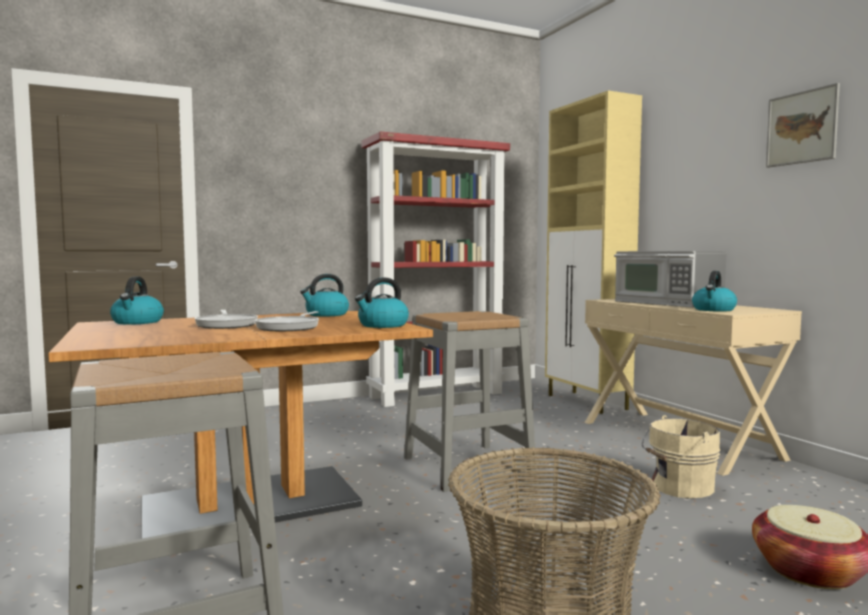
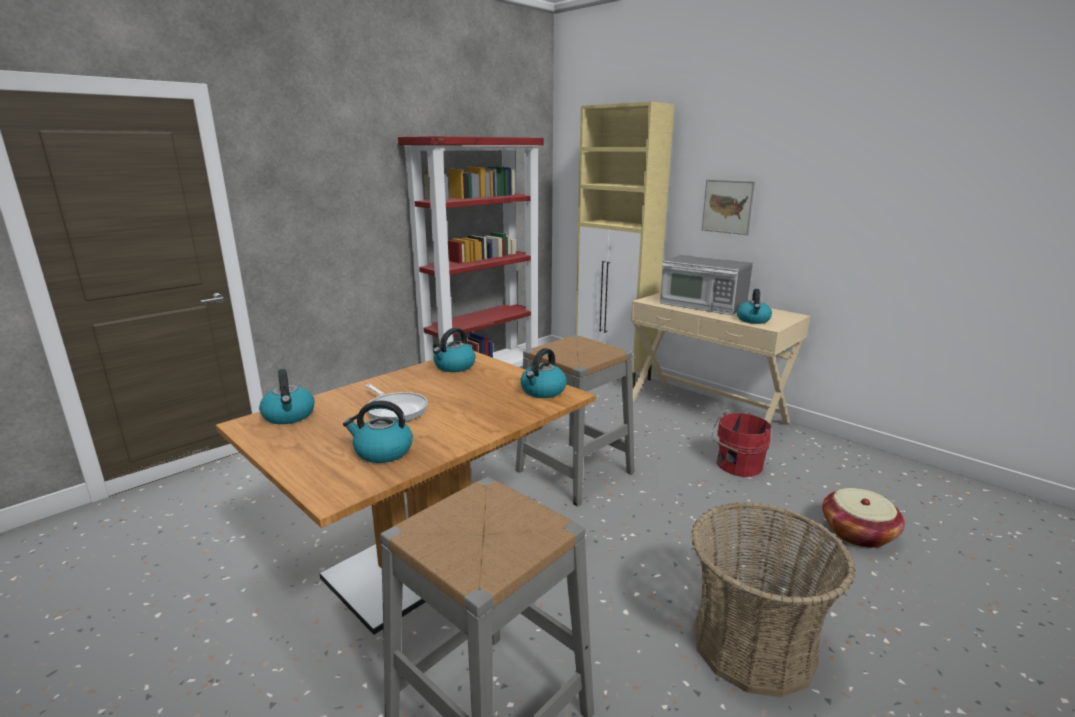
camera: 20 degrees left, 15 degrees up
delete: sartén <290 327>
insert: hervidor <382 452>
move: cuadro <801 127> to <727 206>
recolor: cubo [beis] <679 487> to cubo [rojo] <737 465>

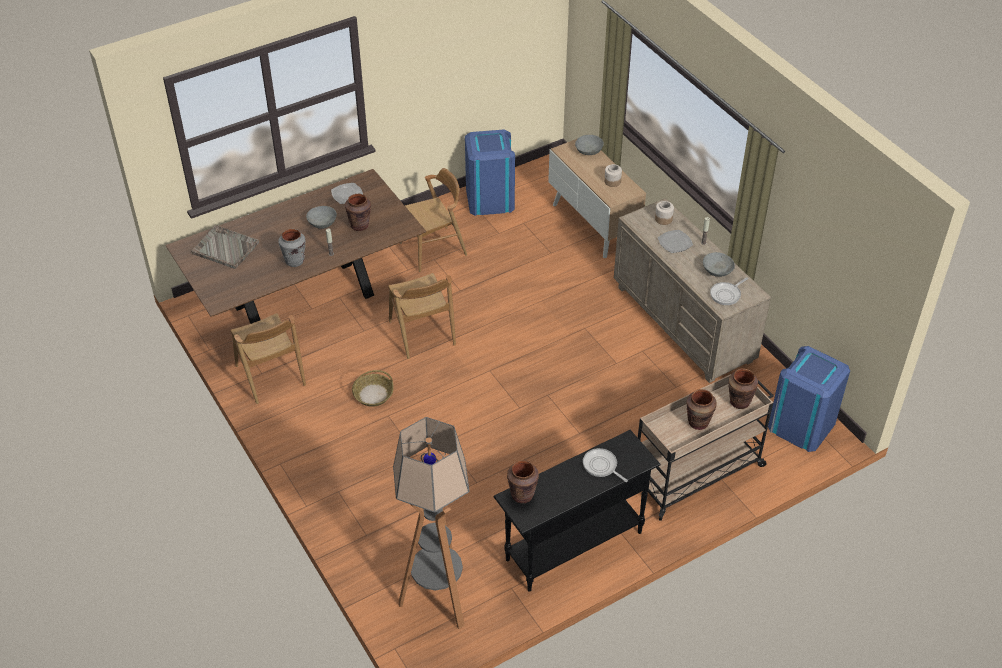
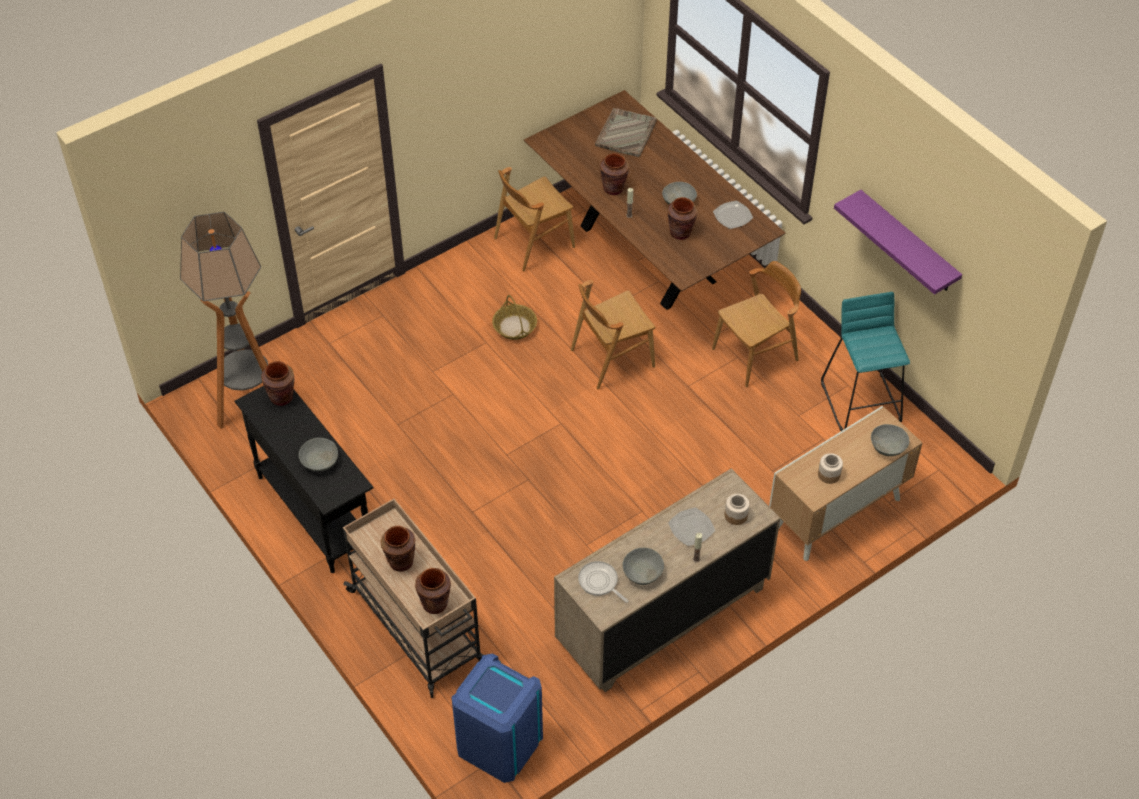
camera: 85 degrees right, 5 degrees up
insert: estante [morado] <908 243>
replace: papelera [azul] <489 199> to taburete [turquesa] <861 401>; sartén <601 466> to cuenco [gris] <319 462>
recolor: florero [gris] <295 261> to florero [marrón] <613 188>
rotate: silla [marrón] <433 249> = <755 355> 90 degrees counterclockwise

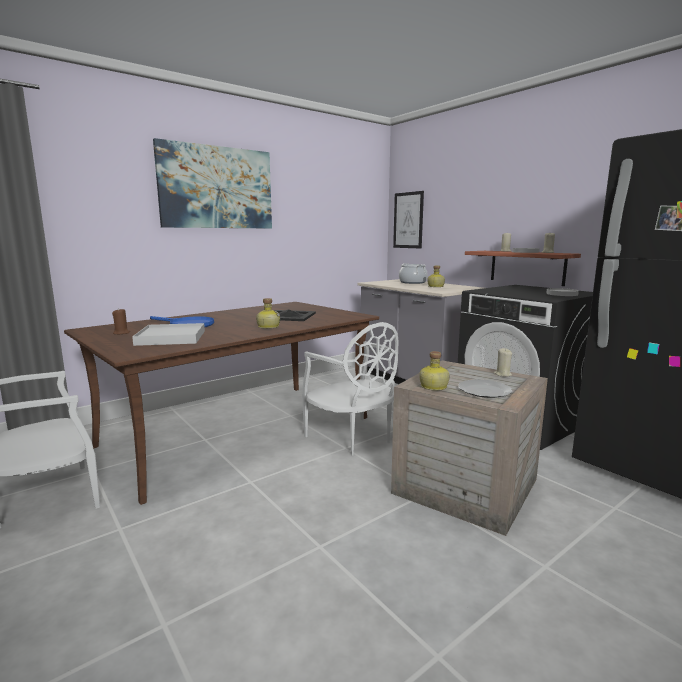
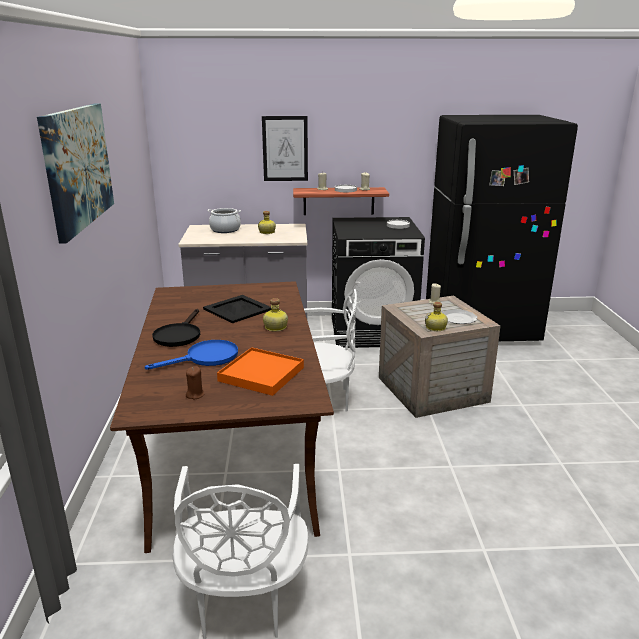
camera: 55 degrees left, 10 degrees up
insert: sartén [negro] <179 335>
move: cuadro <408 220> to <285 149>
recolor: bandeja [blanco] <171 338> to bandeja [naranja] <261 374>

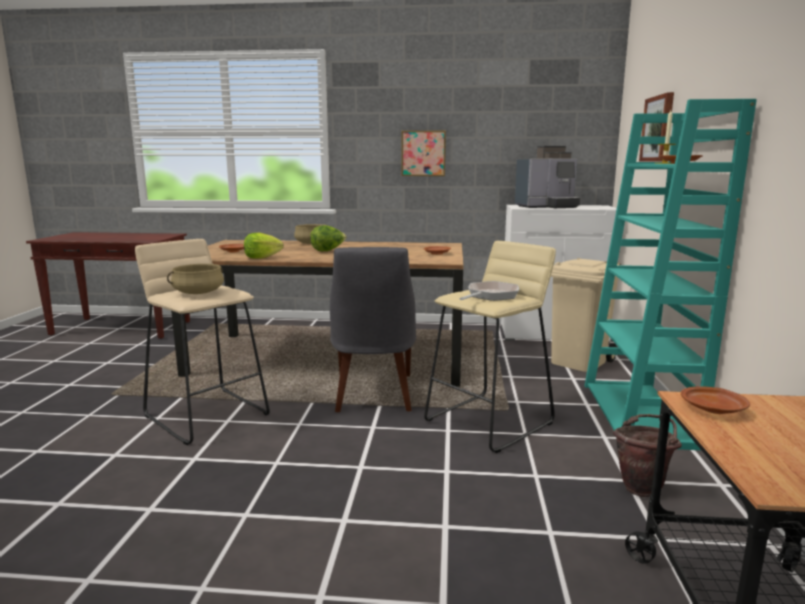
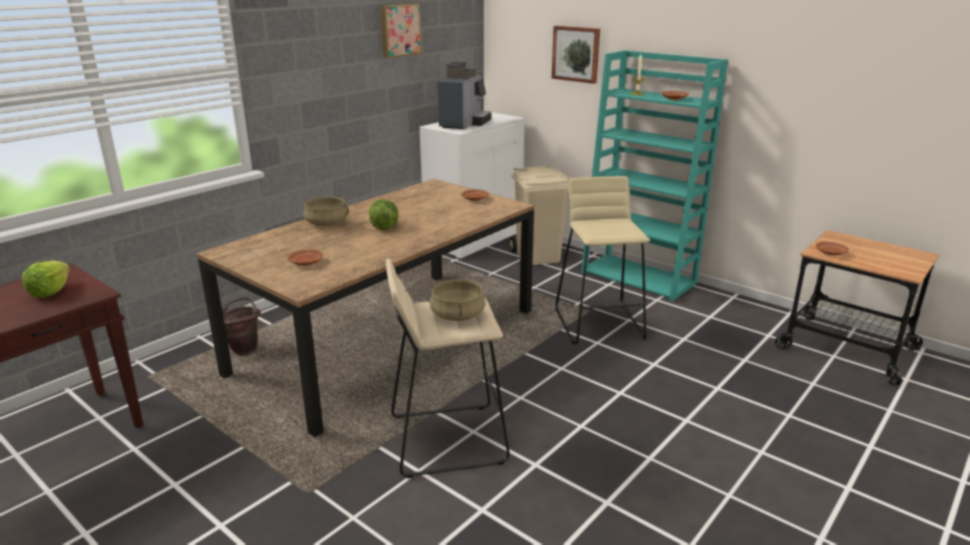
camera: 55 degrees left, 10 degrees up
delete: silla [gris] <373 395>; sartén <490 296>
move: lechuga <262 257> to <50 291>; cuadro <423 153> to <399 30>; cubo [marrón] <643 486> to <245 348>

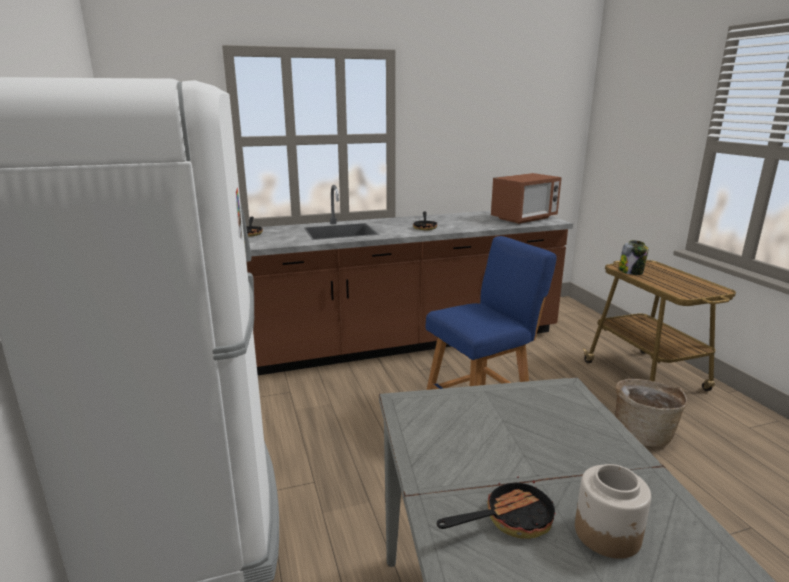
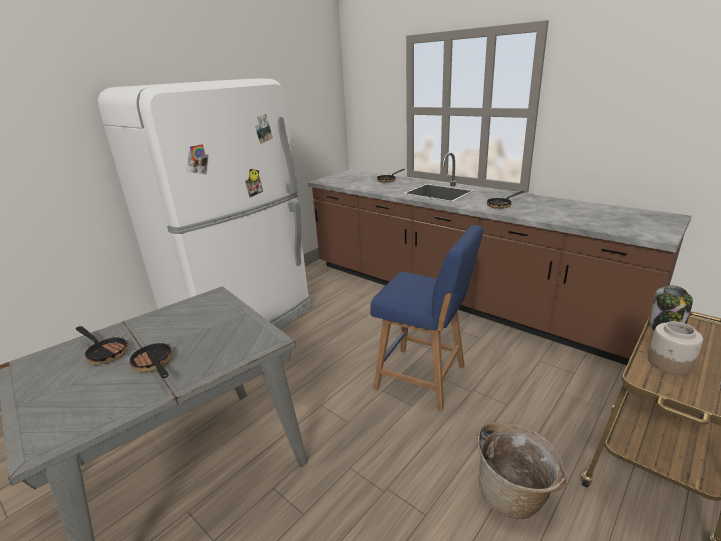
camera: 60 degrees right, 5 degrees up
delete: microondas <524 218>
insert: sartén <154 365>
move: tarro <608 534> to <669 363>

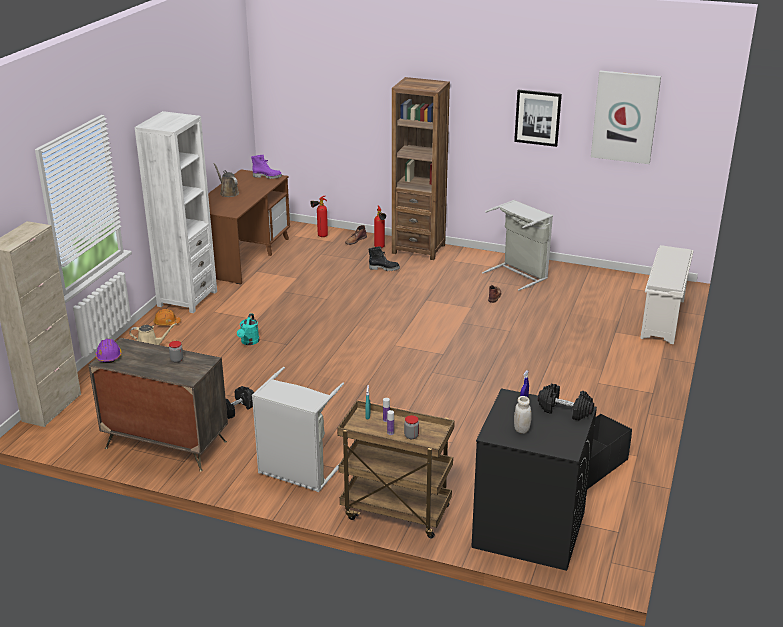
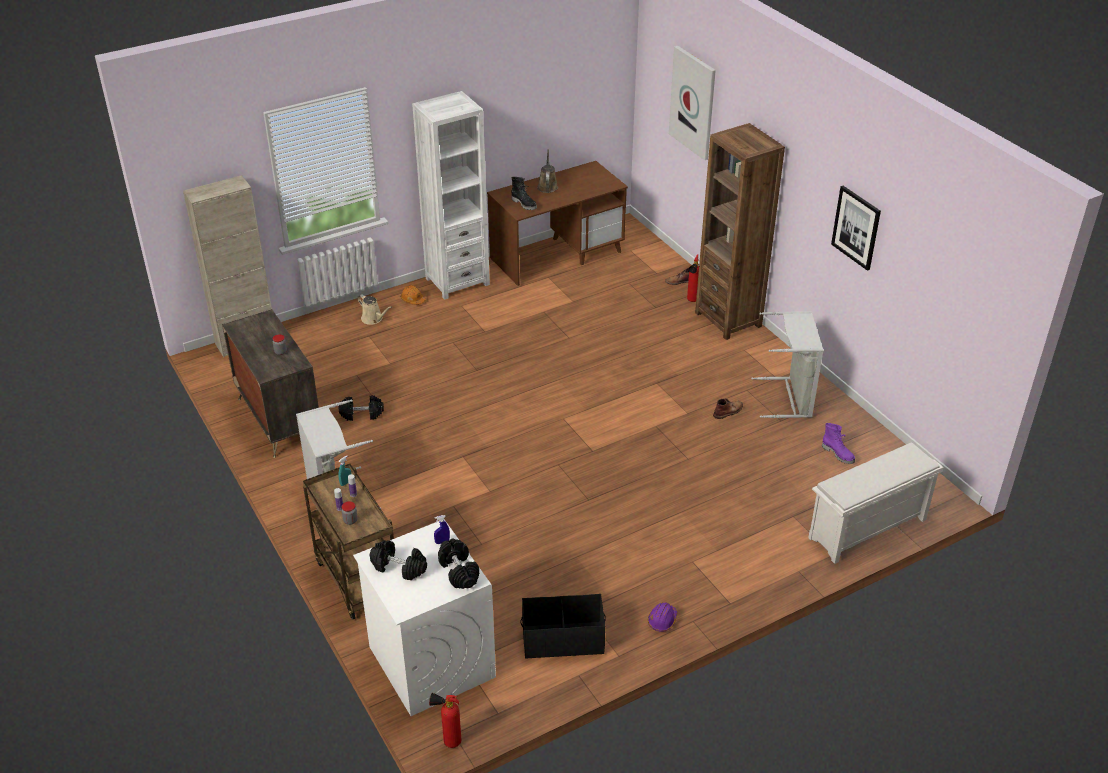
camera: 40 degrees right, 10 degrees up
delete: regadera [turquesa] <249 342>
move: casco [morado] <109 356> to <662 620>; bota [morado] <267 177> to <838 454>; extintor <320 236> to <448 741>; bota [negro] <384 268> to <524 204>; cuadro <625 117> to <693 102>
replace: tarro [blanco] <521 429> to mancuerna [negro] <399 567>
recolor: lavadora [negro] <528 529> to lavadora [blanco] <431 661>

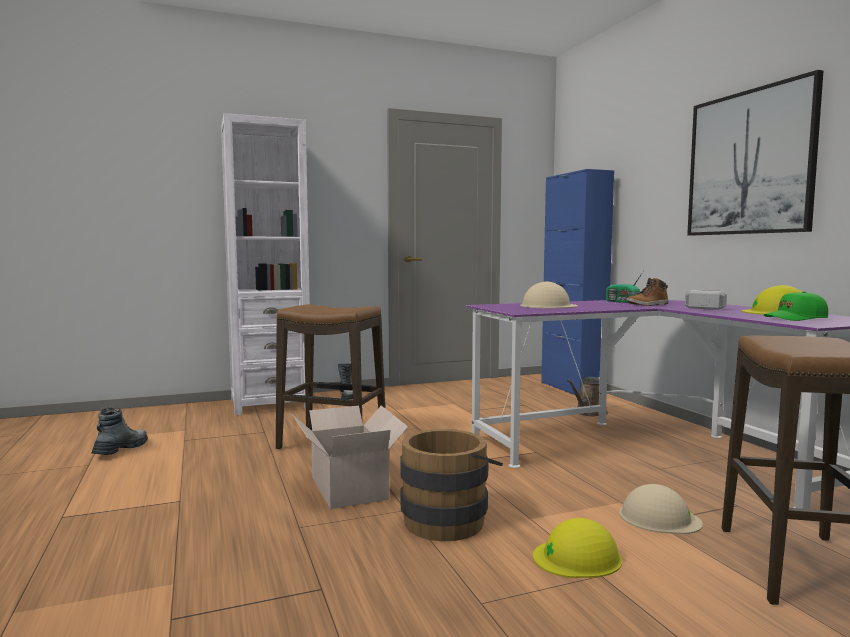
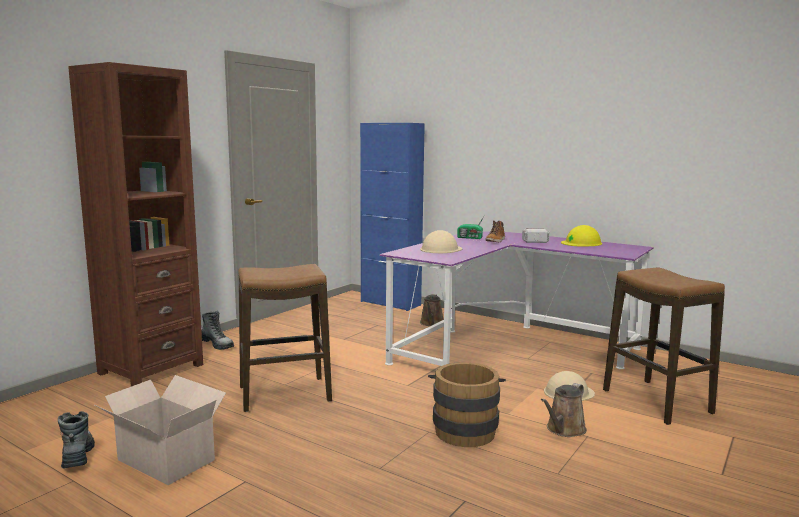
camera: 35 degrees left, 5 degrees up
delete: cuadro <749 163>; gorra [verde] <796 318>
move: caja de cartón <348 486> to <165 459>
replace: casco [amarillo] <577 557> to regadera [marrón] <564 430>
recolor: estantería [blanco] <270 404> to estantería [marrón] <151 369>

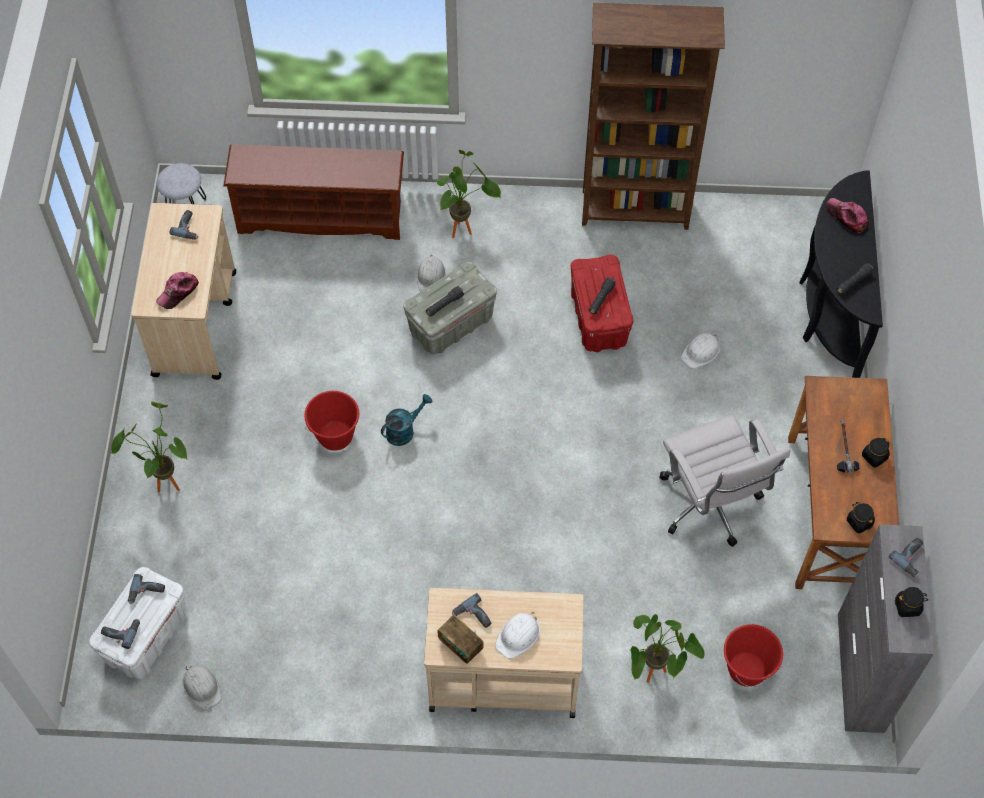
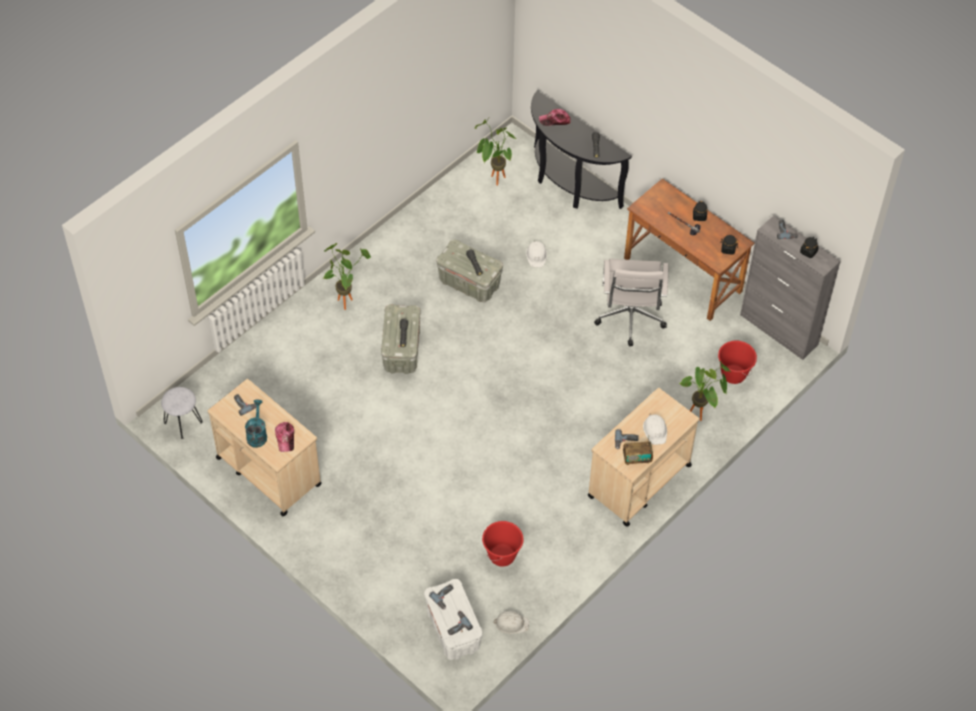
camera: 50 degrees left, 5 degrees down
delete: zapatero [marrón] <321 216>; casco [blanco] <431 276>; estantería [marrón] <636 211>
move: planta en maceta <164 482> to <494 180>; cubo [rojo] <335 436> to <502 555>; regadera [turquesa] <404 430> to <257 434>
recolor: caja de almacenaje [rojo] <598 318> to caja de almacenaje [gris] <469 283>
rotate: silla de oficina [blanco] <710 506> = <630 320> 75 degrees clockwise

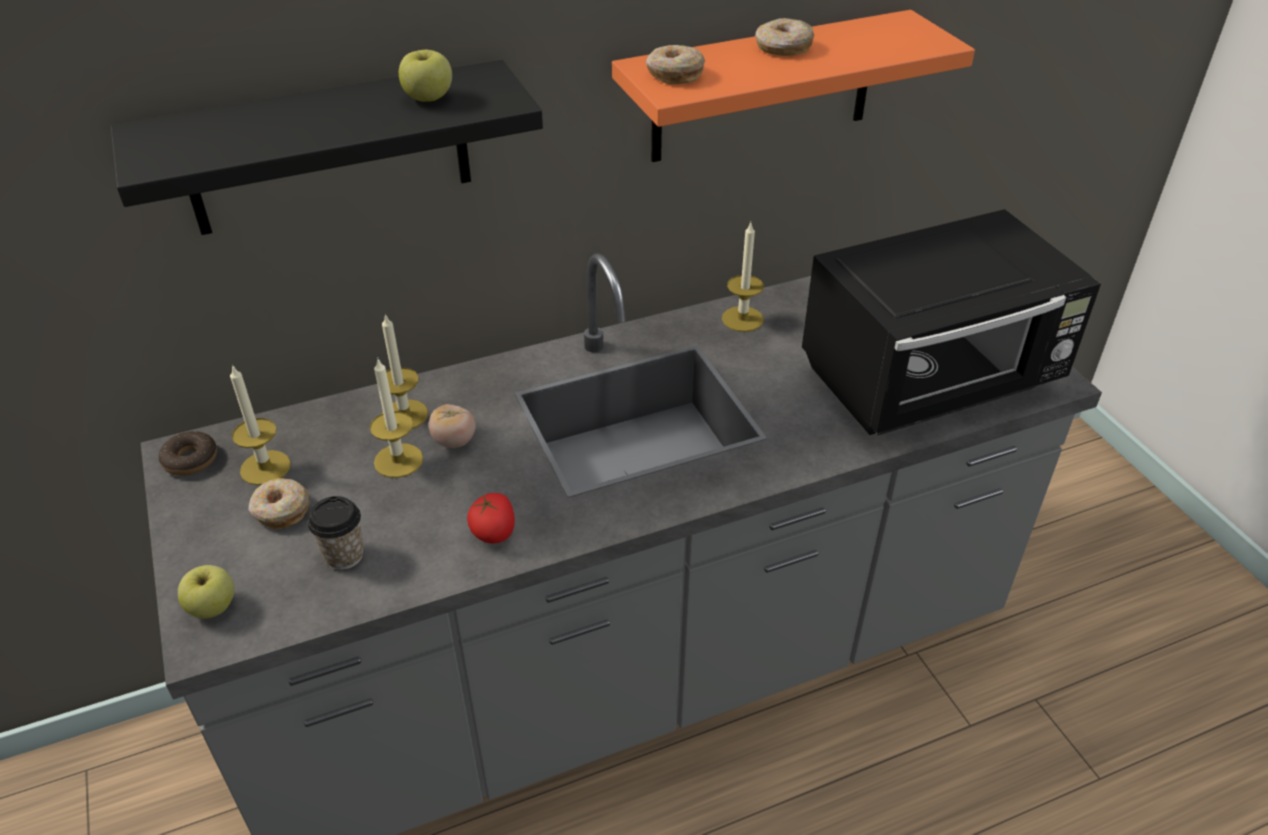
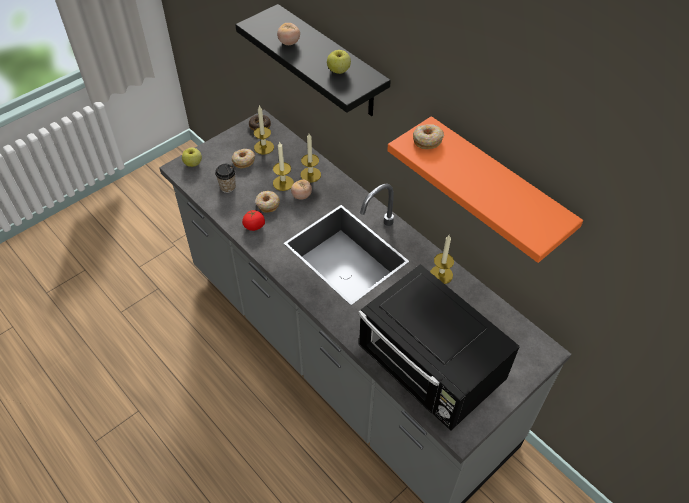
camera: 70 degrees right, 10 degrees up
insert: tomate <289 42>
move: rosquilla <783 48> to <267 204>

